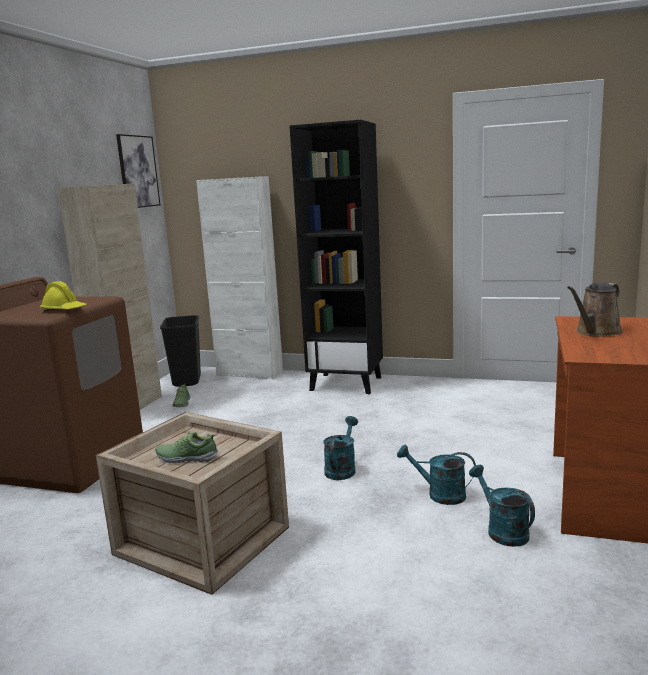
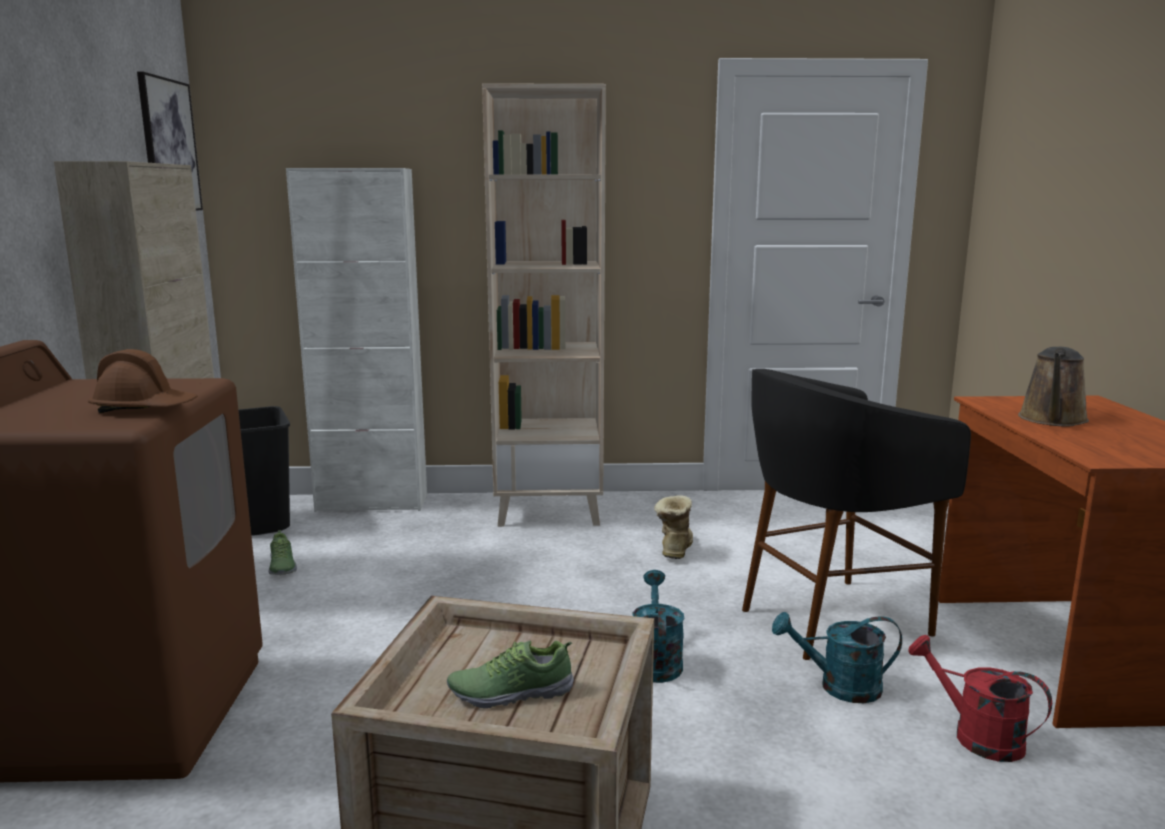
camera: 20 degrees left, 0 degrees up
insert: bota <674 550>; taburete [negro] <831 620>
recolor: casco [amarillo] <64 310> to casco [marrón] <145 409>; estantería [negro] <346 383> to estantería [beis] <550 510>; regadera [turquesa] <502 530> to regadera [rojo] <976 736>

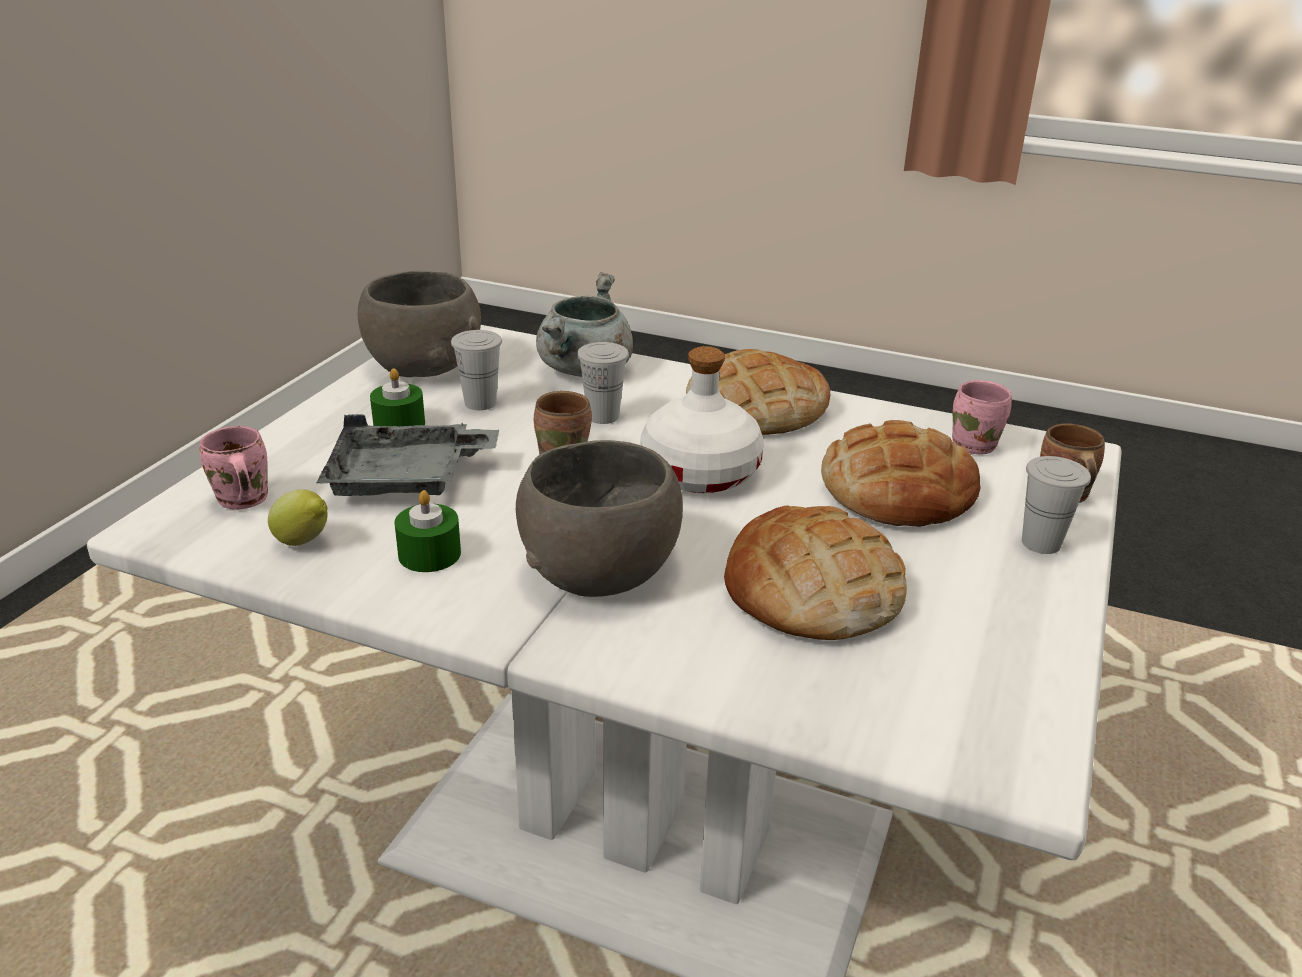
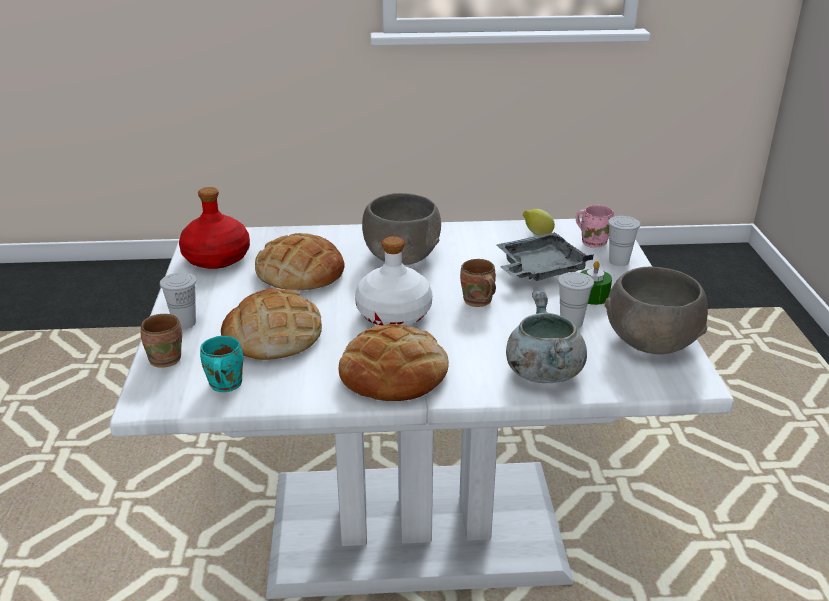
camera: 155 degrees right, 0 degrees up
delete: vela [verde] <429 554>
insert: botella [rojo] <216 257>
move: taza [blanco] <603 416> to <618 261>
recolor: taza grande [rosa] <977 445> to taza grande [turquesa] <223 385>

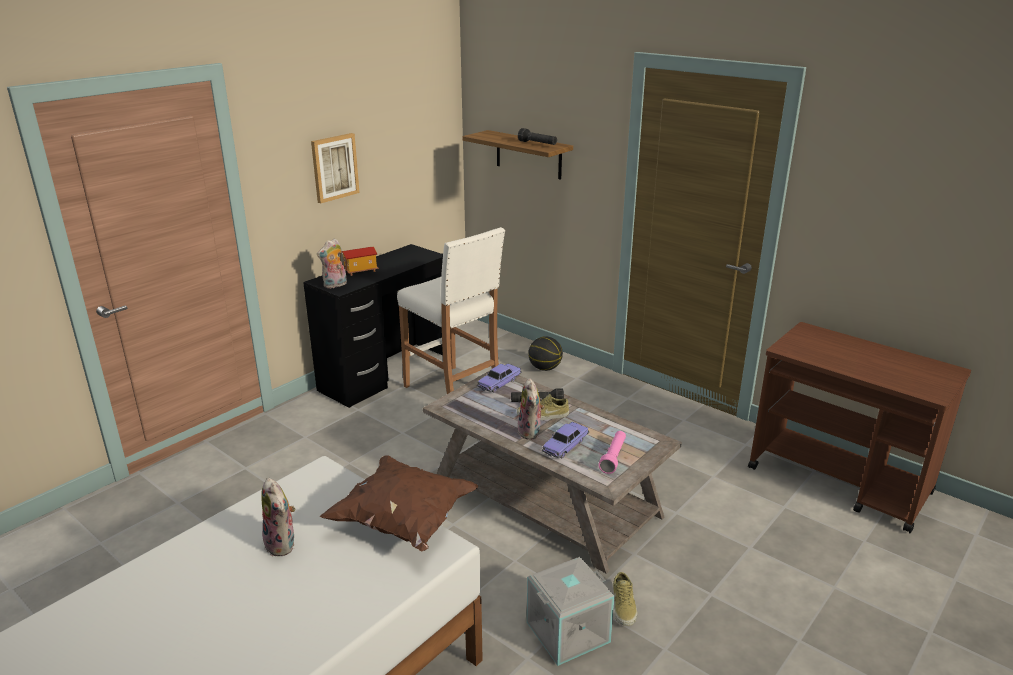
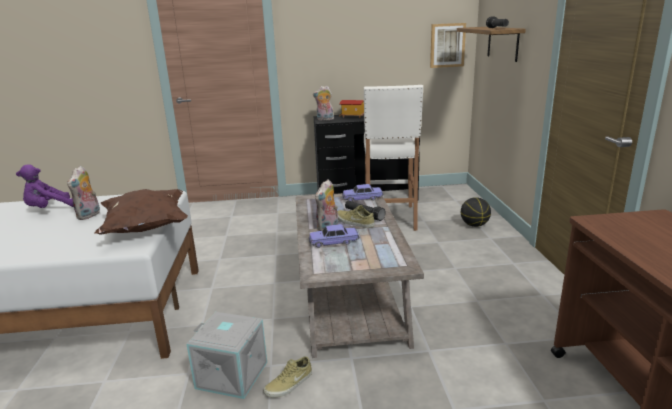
camera: 45 degrees right, 5 degrees down
delete: linterna [rosa] <613 457>
insert: peluche [morado] <49 209>
move: cuadro <334 167> to <447 45>

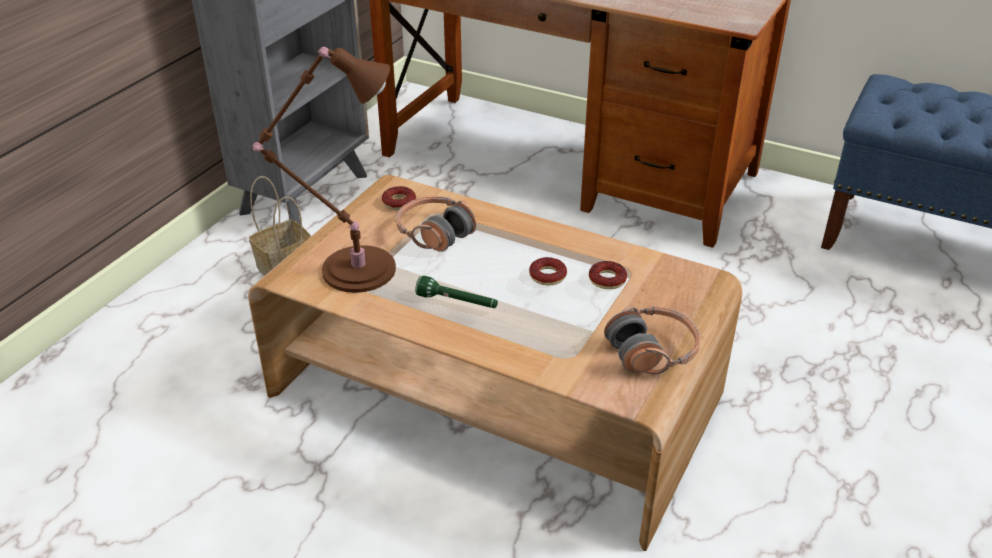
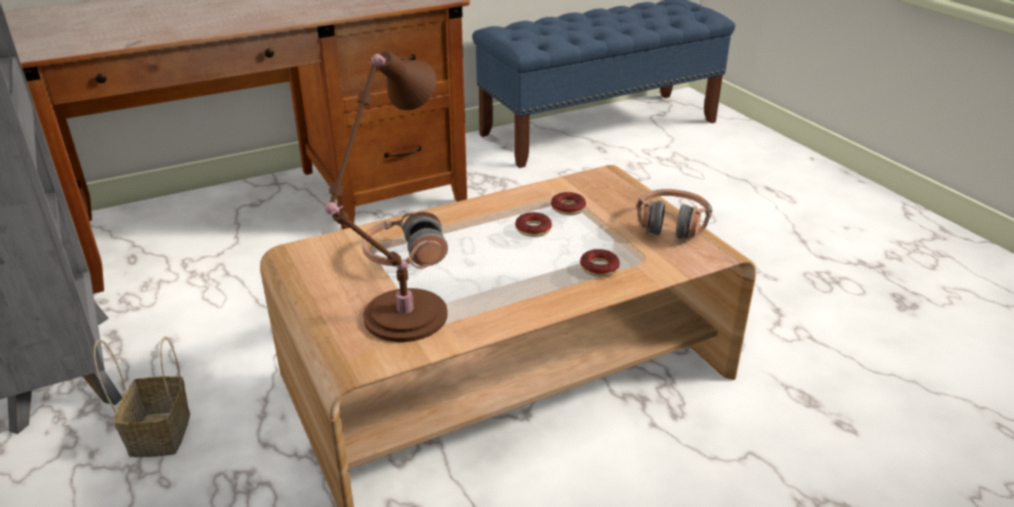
camera: 55 degrees left, 5 degrees down
delete: linterna [verde] <457 302>
move: rosquilla <399 202> to <599 268>

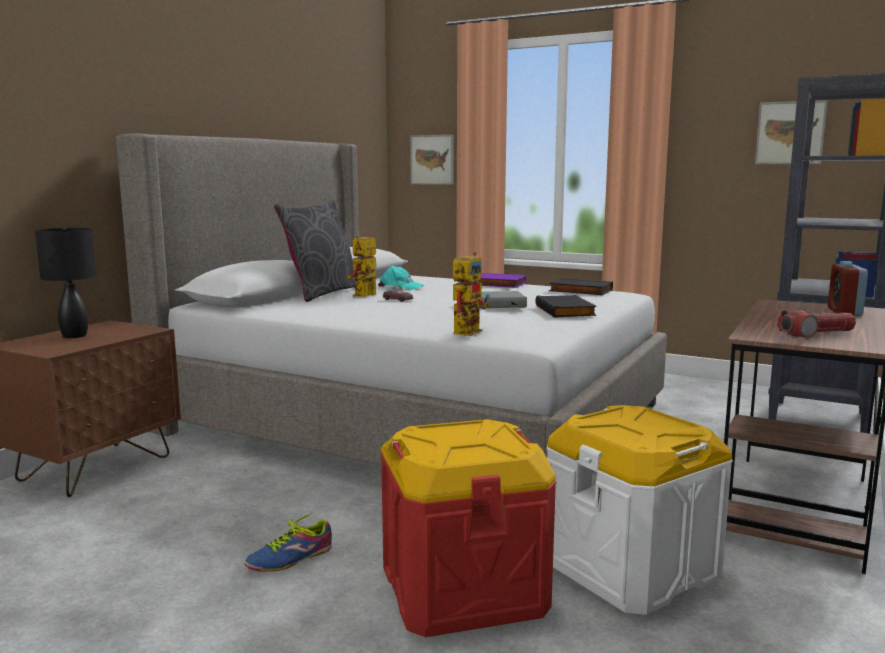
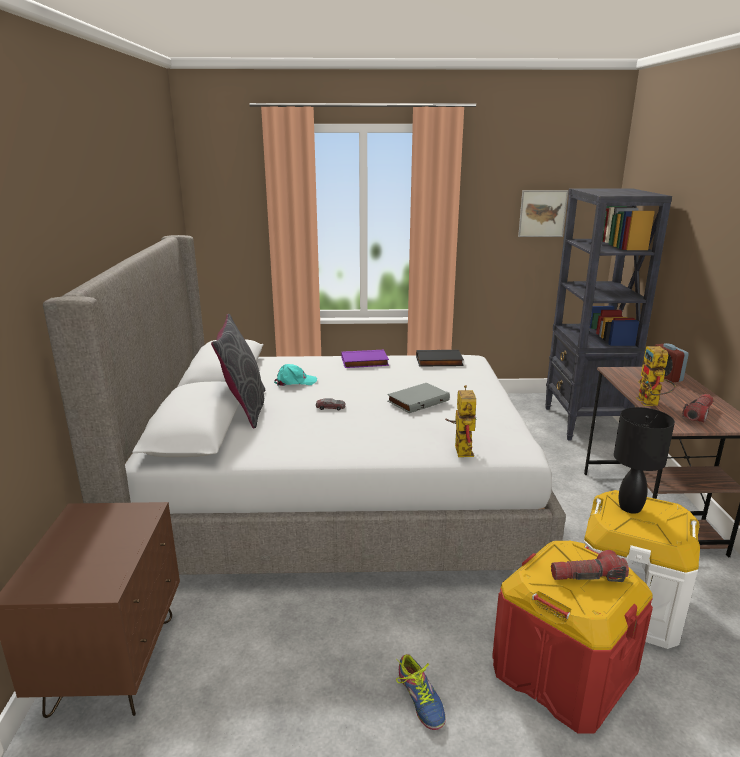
camera: 30 degrees left, 10 degrees up
delete: cuadro <432 159>; libro [negro] <566 310>
insert: linterna <587 577>
move: lámpara de mesa [negro] <75 335> to <630 507>; robot de juguete <363 296> to <651 403>
rotate: zapato <291 559> = <421 699> 45 degrees counterclockwise

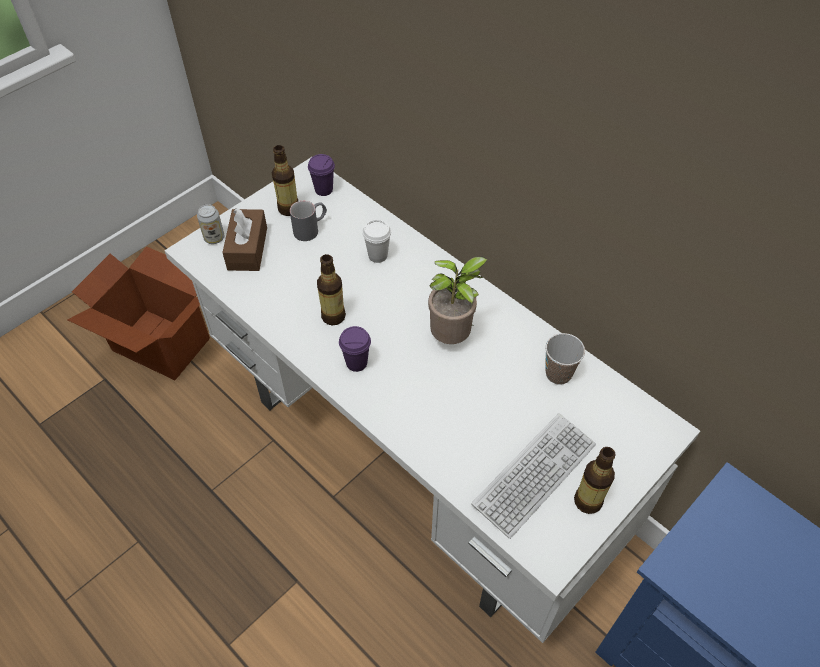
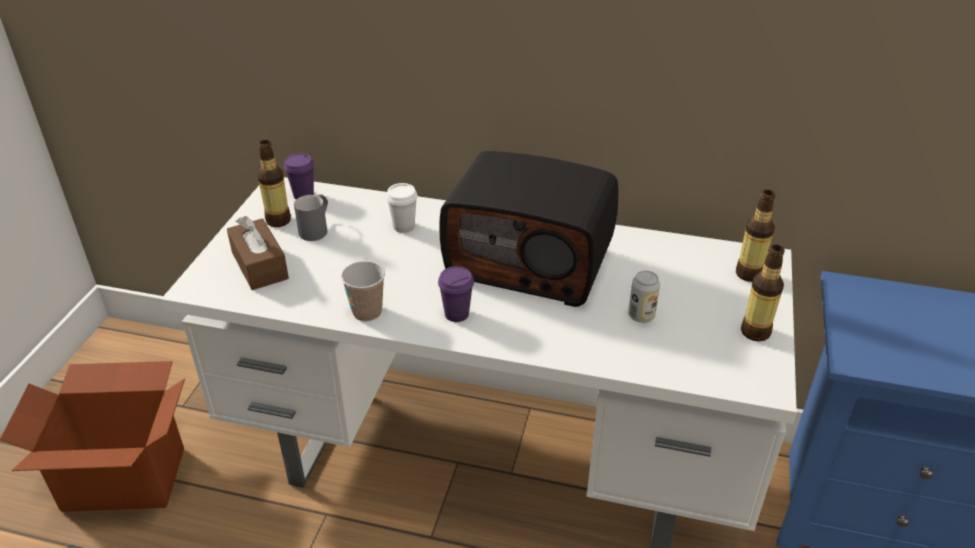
camera: 30 degrees left, 15 degrees down
delete: teclado <534 475>
move: lata <214 238> to <641 316>; botella <333 316> to <749 274>; taza <558 374> to <367 312>
replace: planta en maceta <453 338> to radio <531 262>

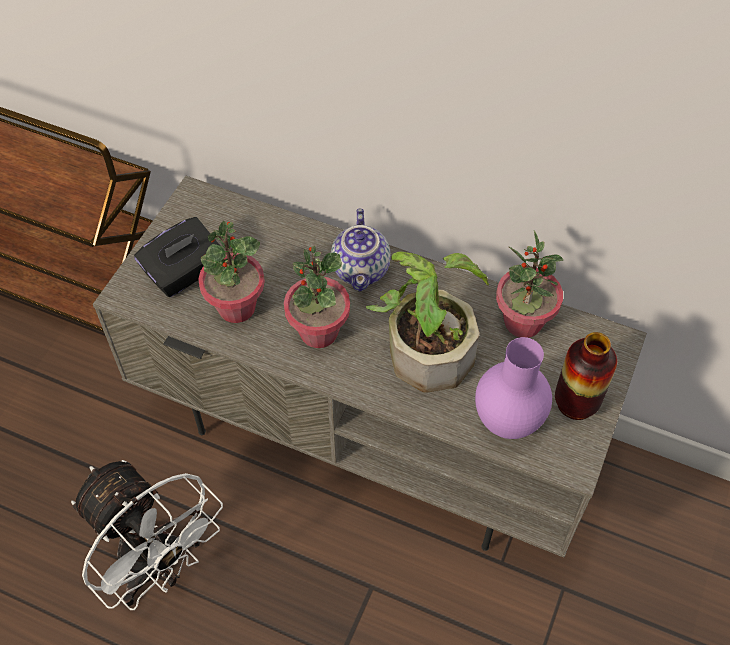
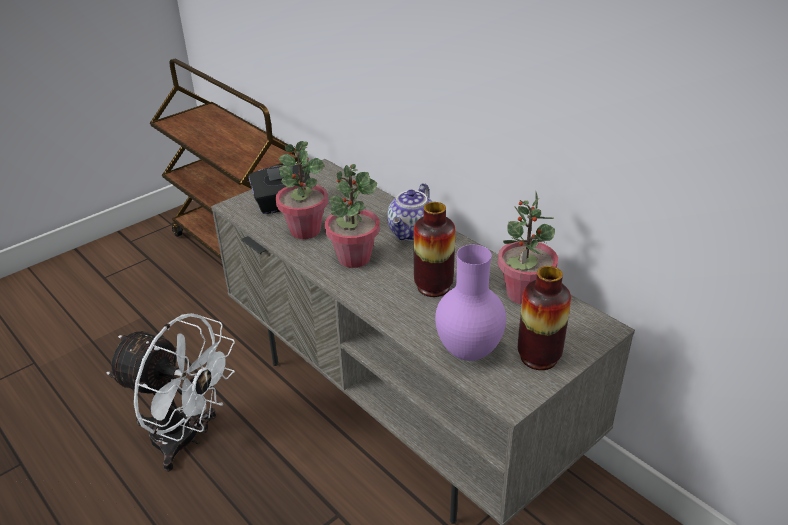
camera: 25 degrees right, 20 degrees down
replace: planta en maceta <427 345> to florero <433 287>
rotate: ventilador [blanco] <158 567> = <186 439> 45 degrees counterclockwise

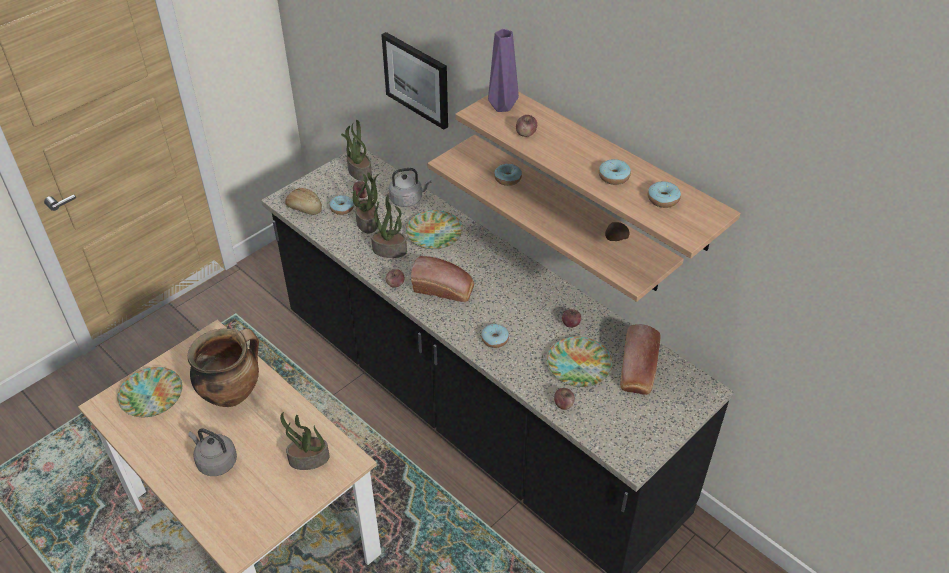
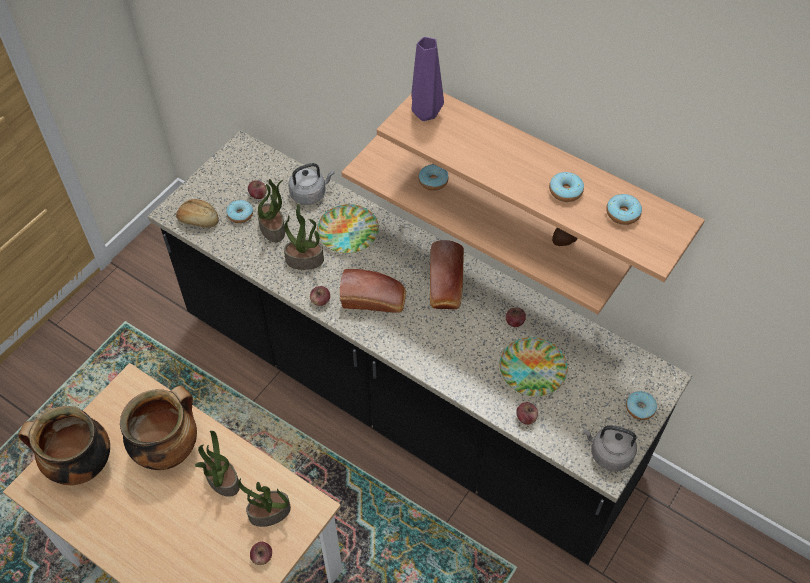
camera: 10 degrees left, 10 degrees up
delete: cuadro <417 79>
move: hervidor [gris] <215 462> to <608 454>; planta en maceta <359 172> to <222 480>; rosquilla <495 339> to <640 408>; manzana <526 133> to <262 557>; pan <637 371> to <445 286>
replace: plato <151 395> to olla <80 466>

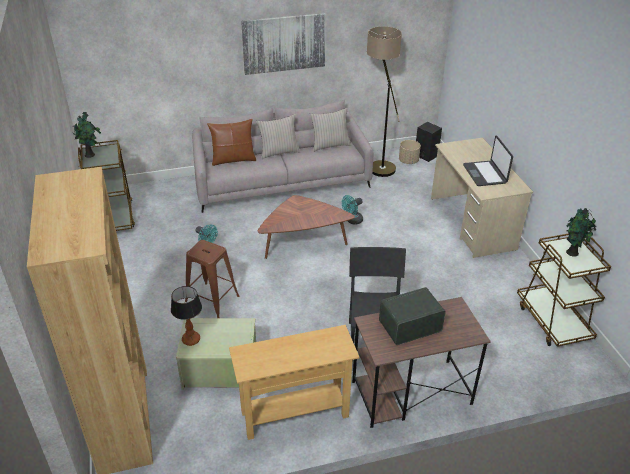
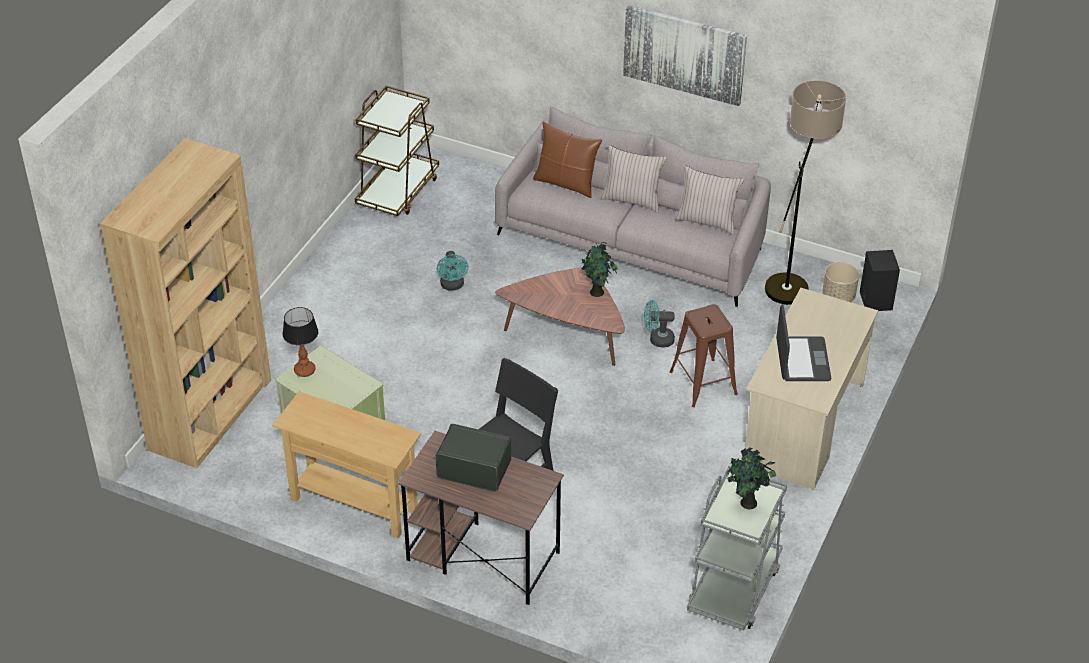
camera: 40 degrees right, 5 degrees up
move: planta en maceta <91 155> to <598 292>; taburete [marrón] <212 300> to <703 383>
recolor: carrito [marrón] <553 321> to carrito [gris] <734 588>
rotate: portátil <485 174> = <802 360> 150 degrees clockwise

